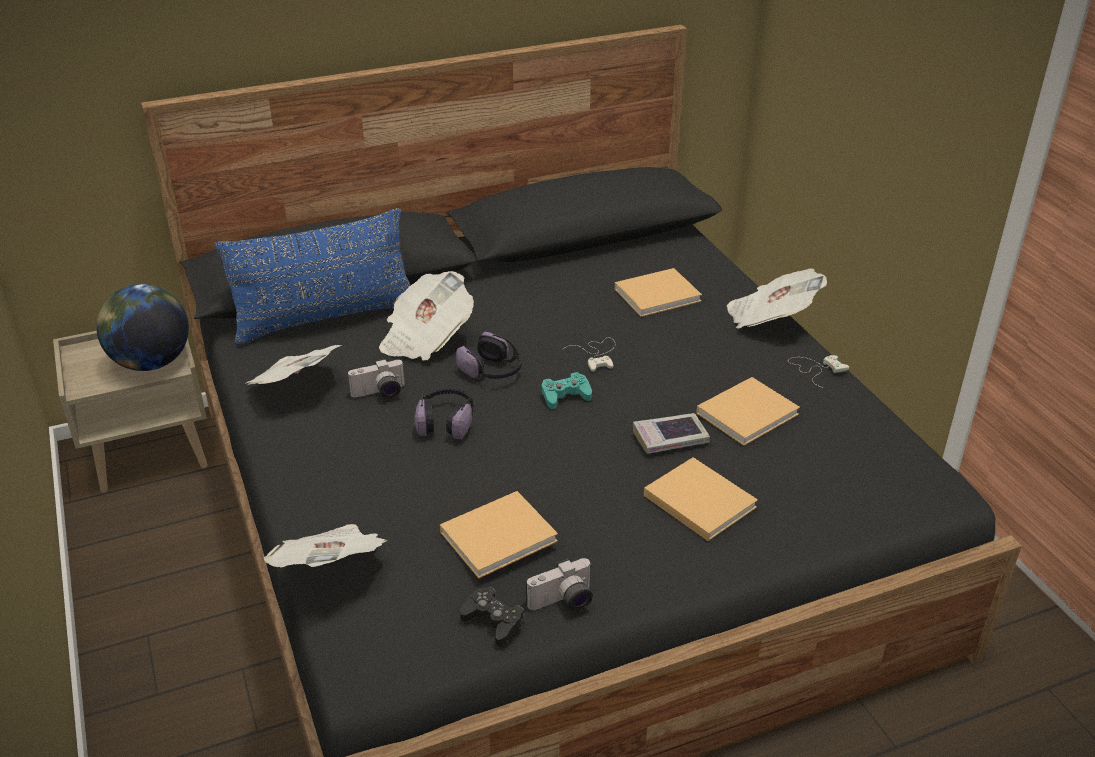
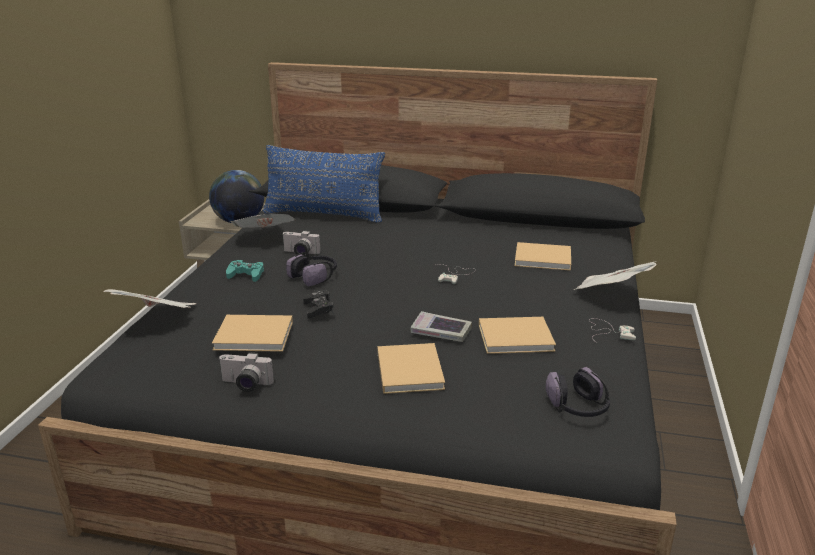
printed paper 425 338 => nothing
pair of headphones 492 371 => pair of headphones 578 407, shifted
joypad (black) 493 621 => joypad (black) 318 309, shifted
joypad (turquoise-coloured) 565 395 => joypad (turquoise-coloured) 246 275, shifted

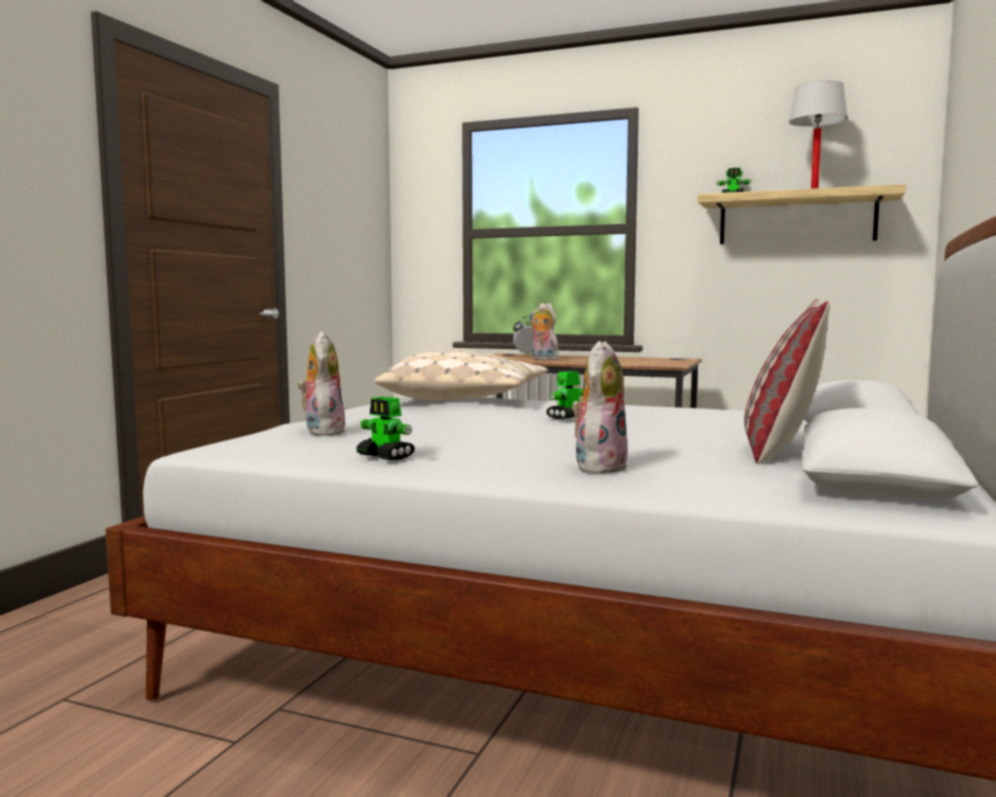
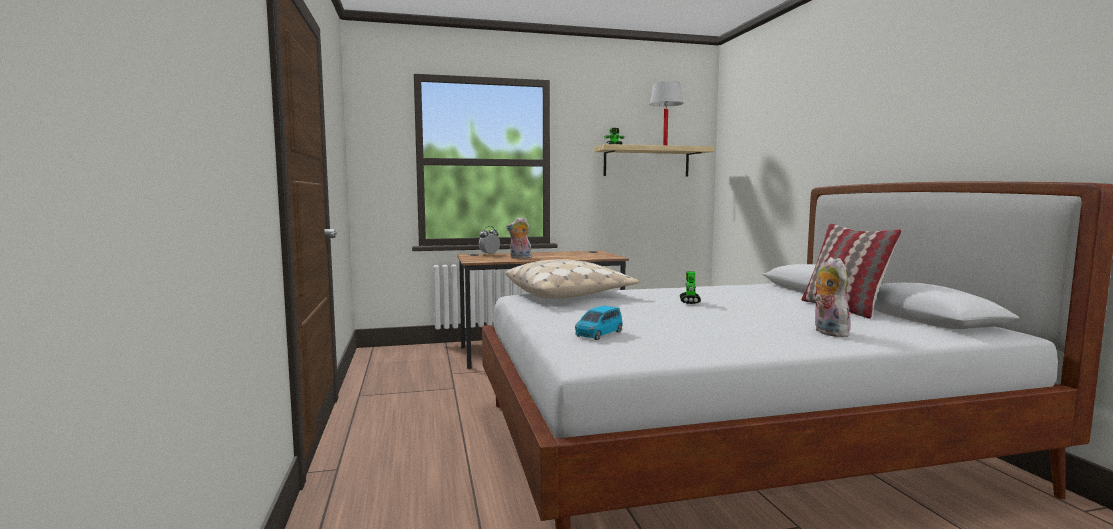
robot figure 386 457 => nothing
soft toy 322 431 => toy car (bluish) 599 334

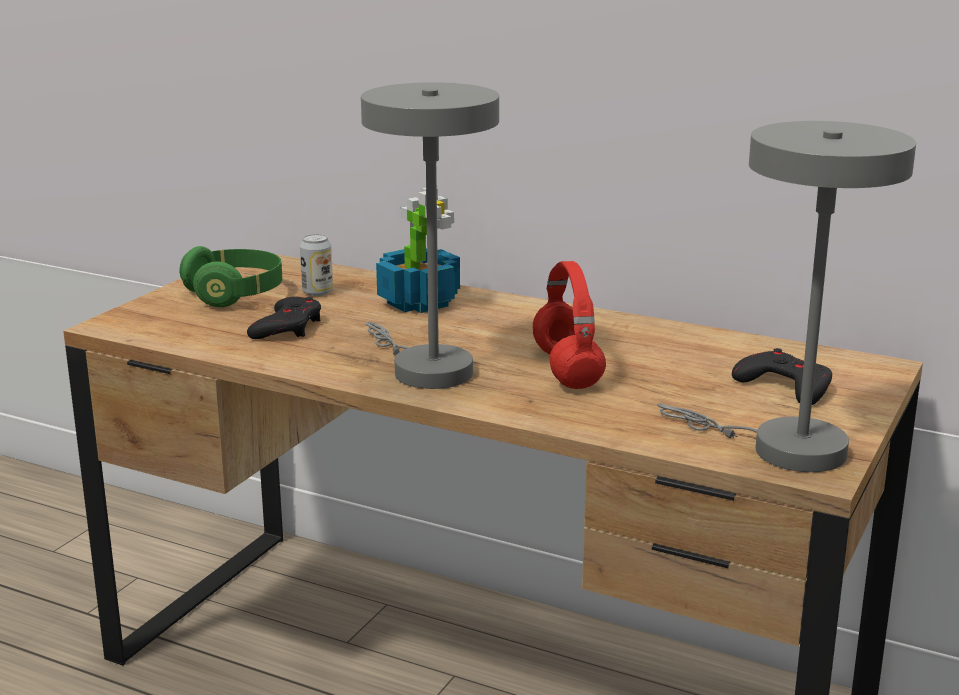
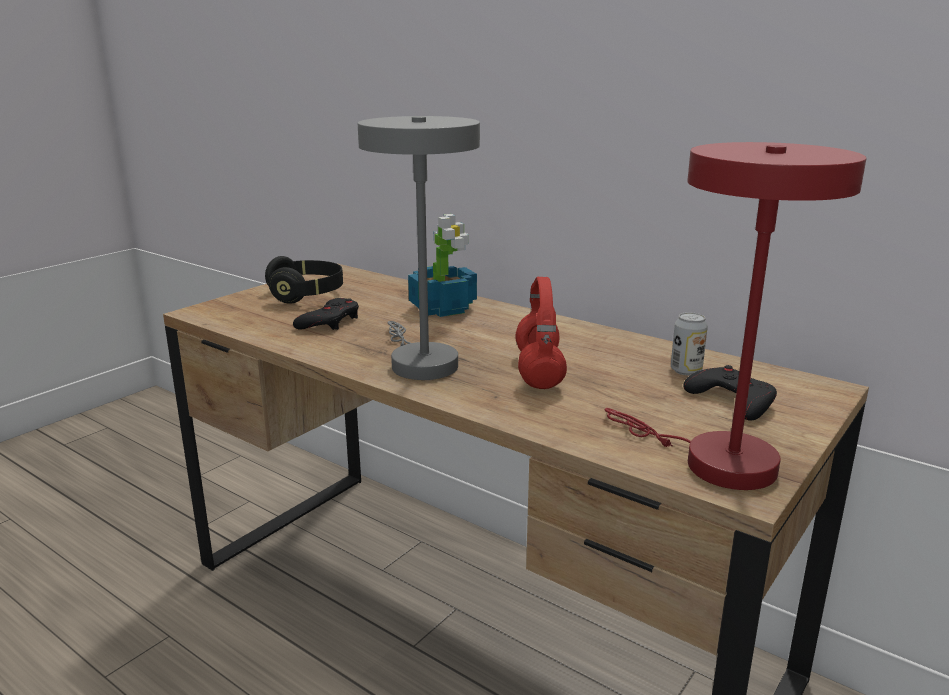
sealed can 317 292 => sealed can 686 370, shifted
pair of headphones (greenish) 235 294 => pair of headphones (black) 306 294
tabletop lamp (gray) 783 448 => tabletop lamp (reddish) 715 461

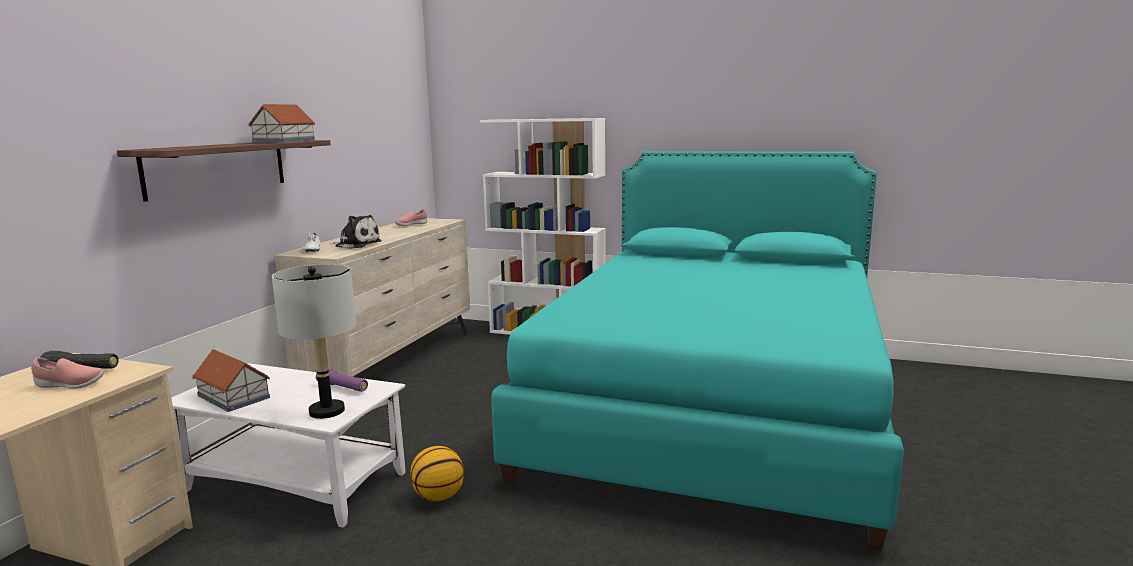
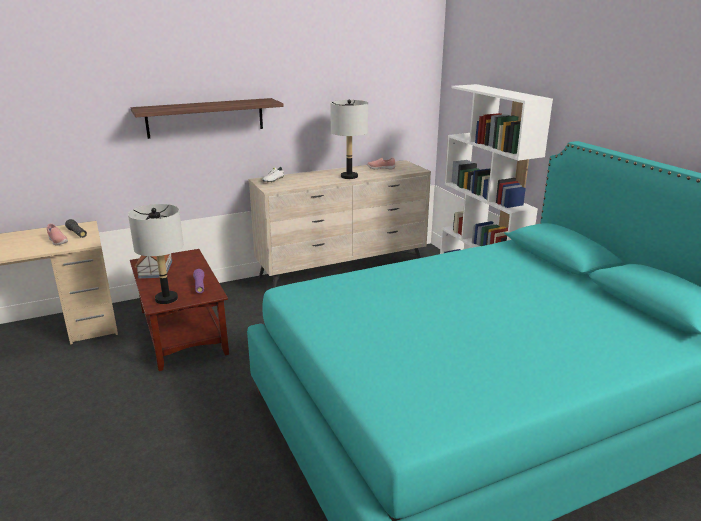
model house 283 141 => nothing
soft toy 356 245 => nothing
basketball 439 497 => nothing
nothing => tabletop lamp (gray) 349 176
lounge table (whitish) 294 482 => lounge table (brown) 182 331

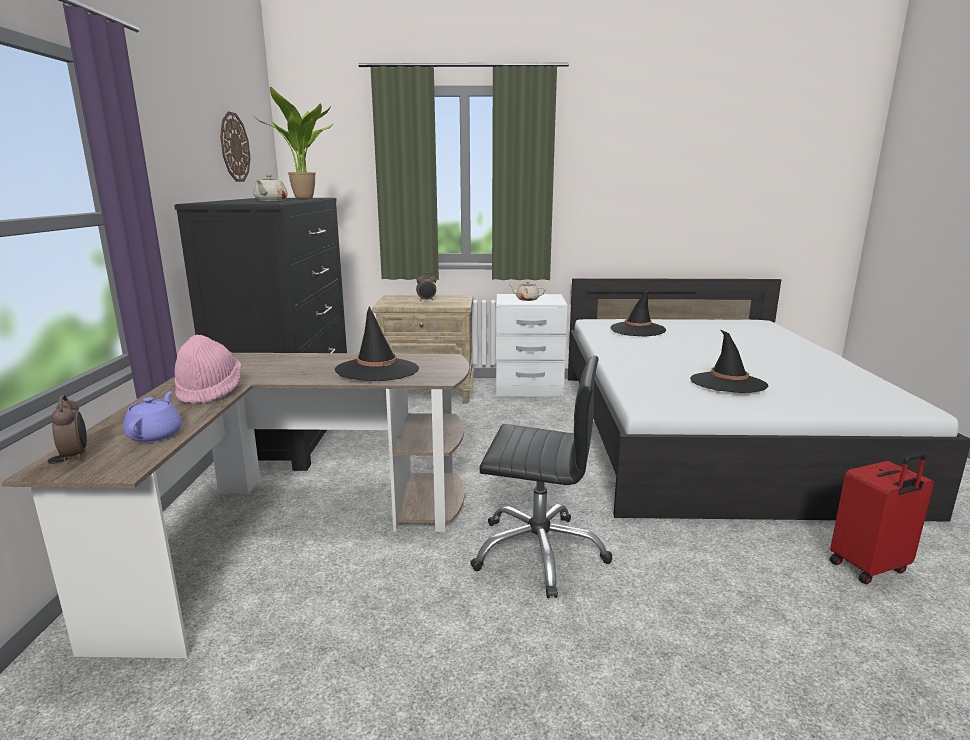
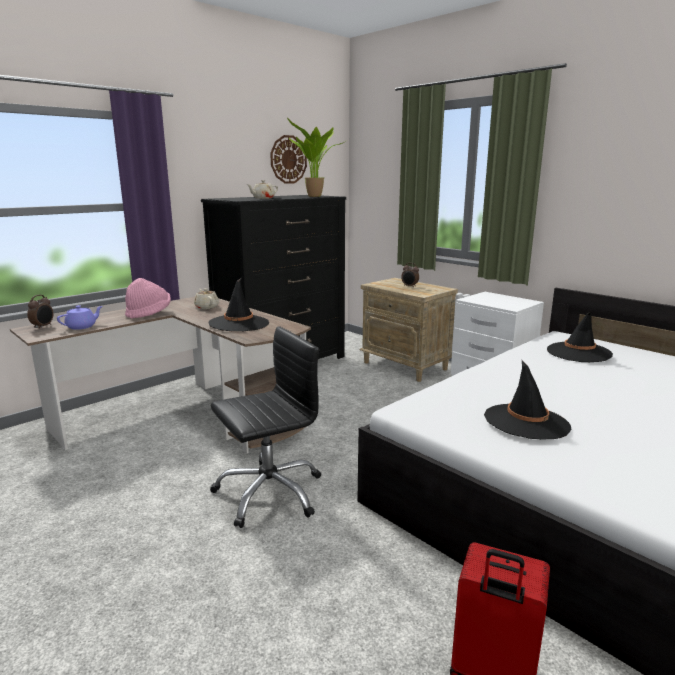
pot for tea (beige) 527 299 => pot for tea (beige) 206 307, shifted
computer chair (black) 539 552 => computer chair (black) 269 492, 90 degrees counterclockwise

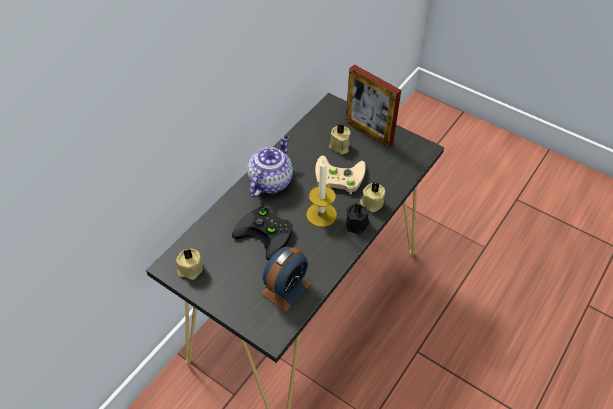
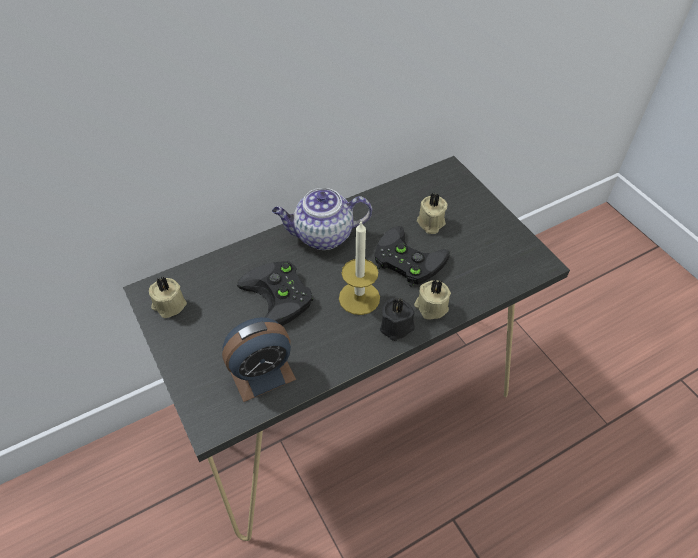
picture frame 369 132 => nothing
joypad (beige) 337 177 => joypad (black) 405 260
pot for tea 270 181 => pot for tea 322 236, 150 degrees counterclockwise

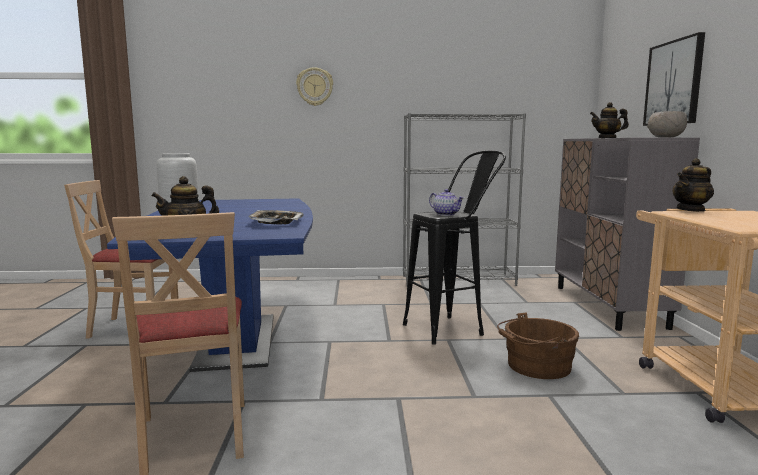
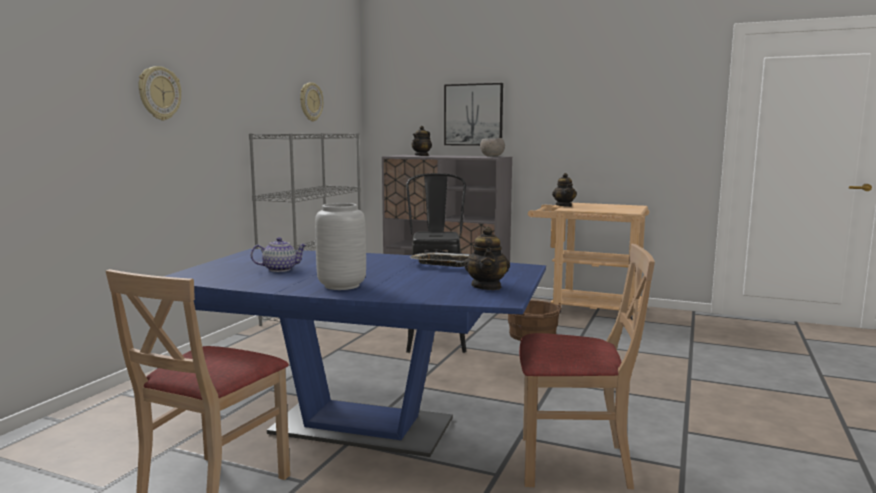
nothing => clock on the wall 310 102
pot for tea 446 214 => pot for tea 280 269, shifted

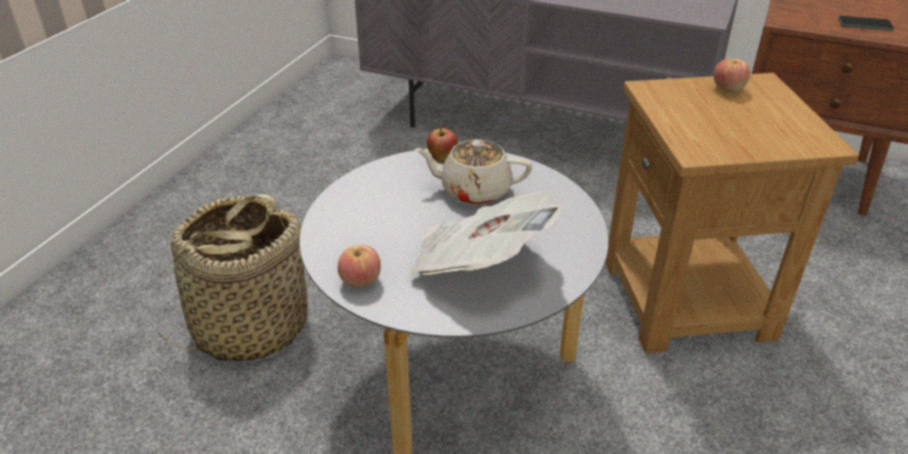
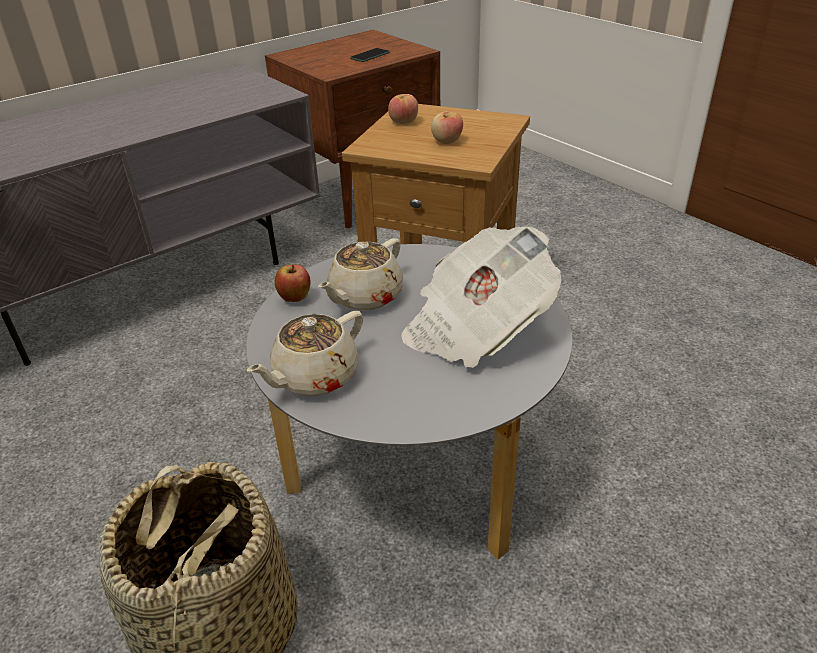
nothing => pot for tea (beige) 314 377
apple fruit 360 280 => apple fruit 446 141, shifted

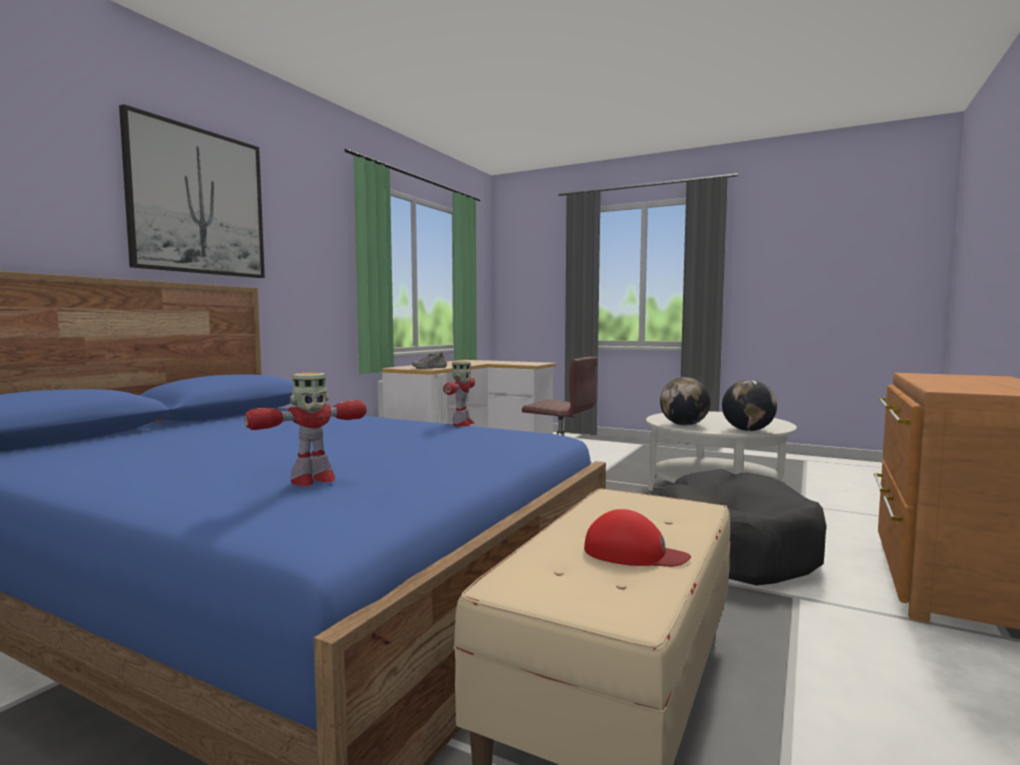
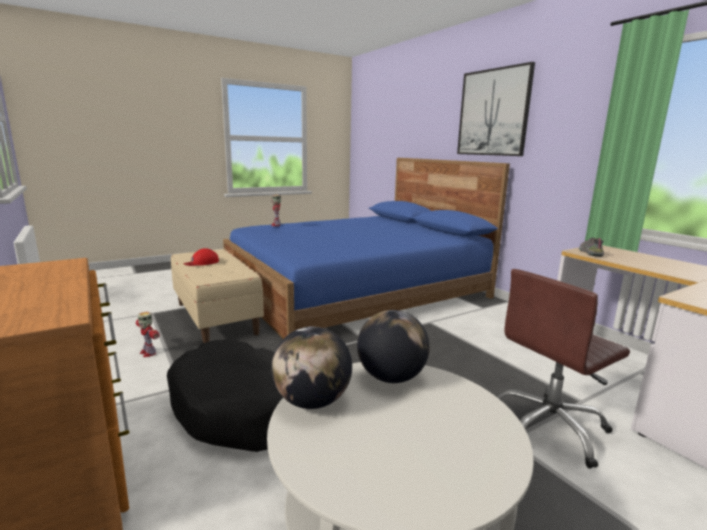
robot figure 462 424 => robot figure 148 353, shifted

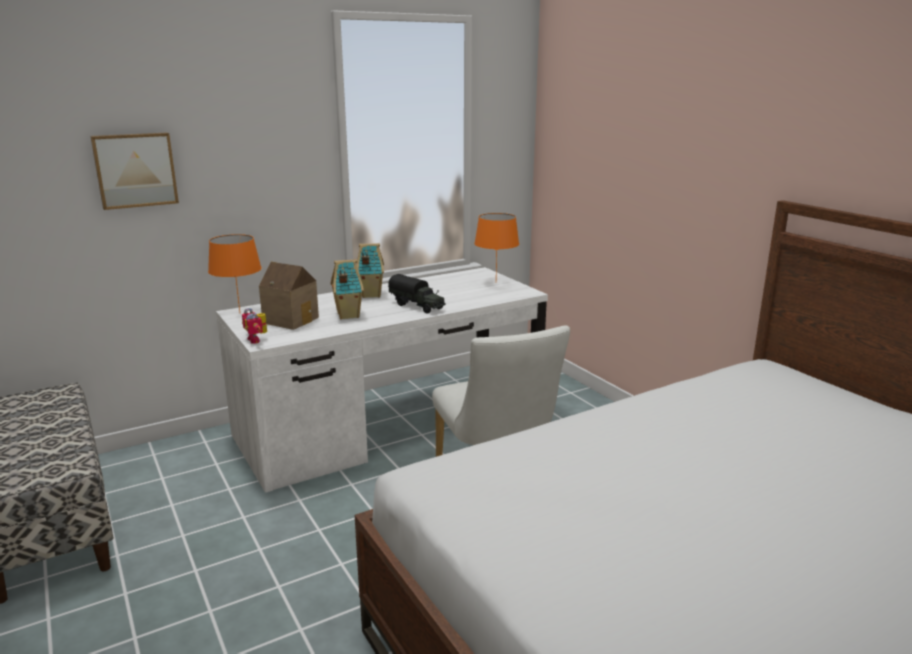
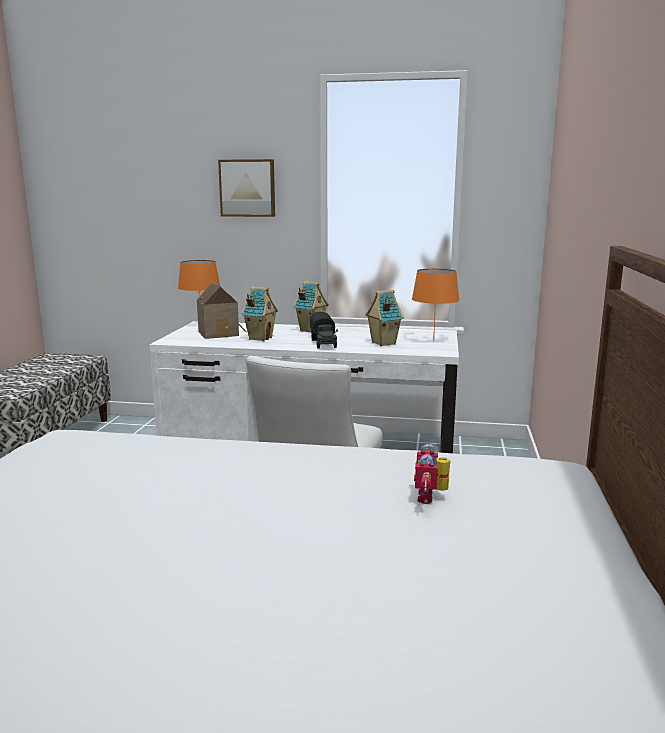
nothing => model house 382 343
wall art 135 170 => wall art 247 188, shifted
robot figure 257 339 => robot figure 431 497, shifted

